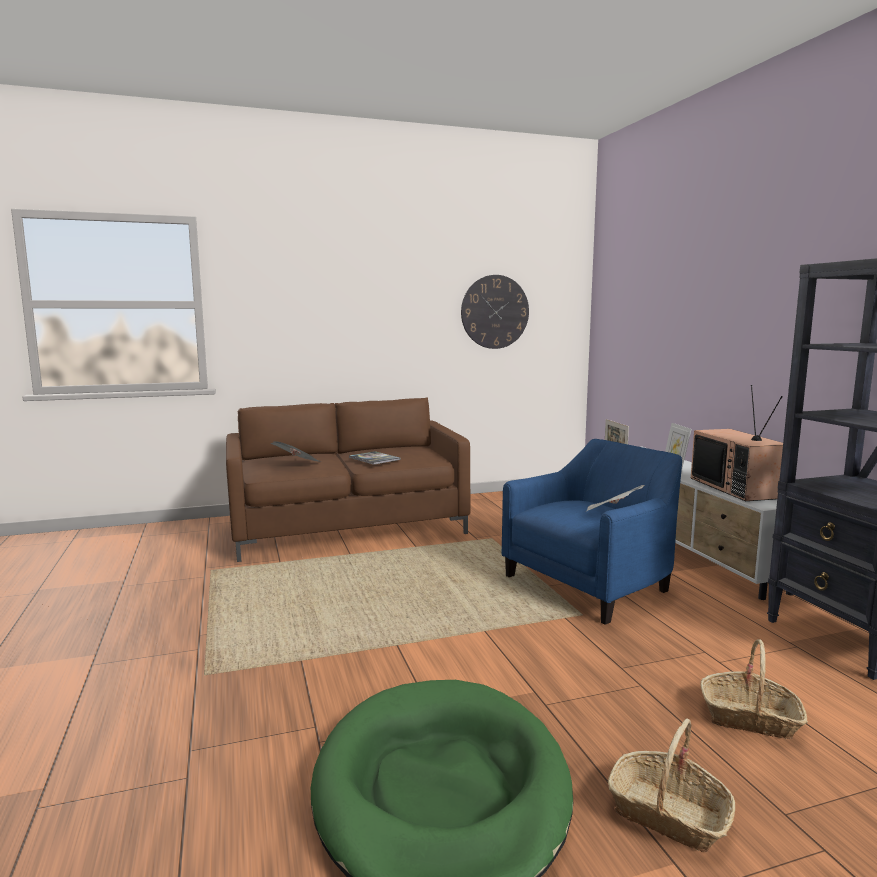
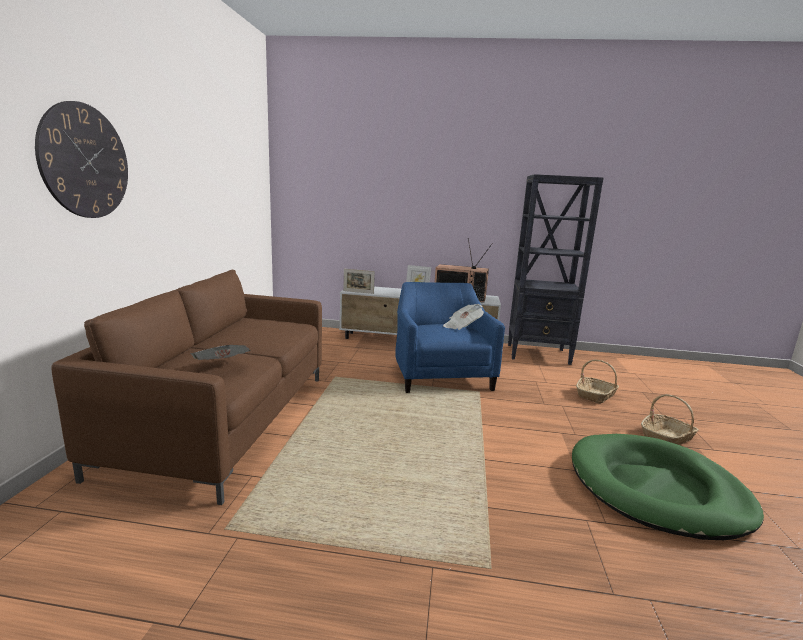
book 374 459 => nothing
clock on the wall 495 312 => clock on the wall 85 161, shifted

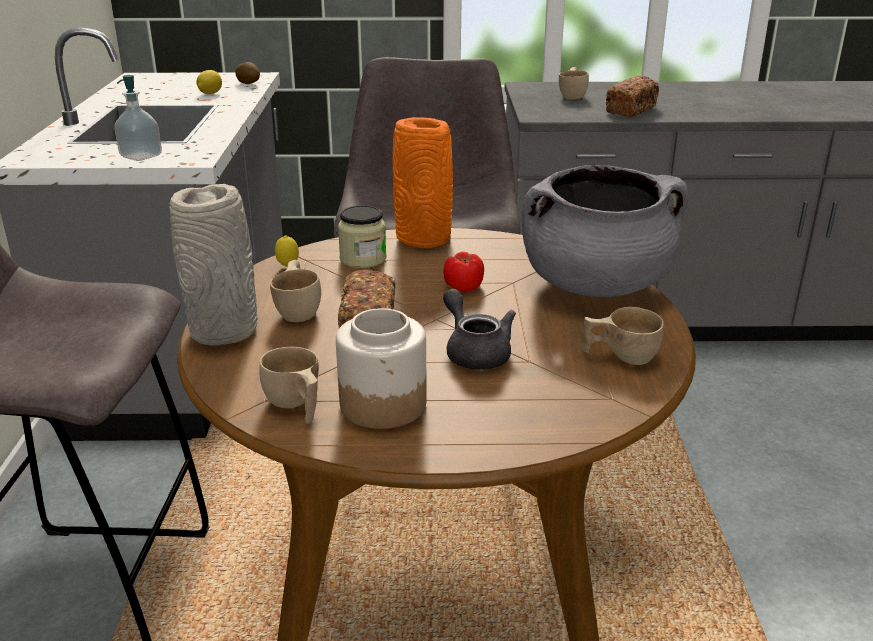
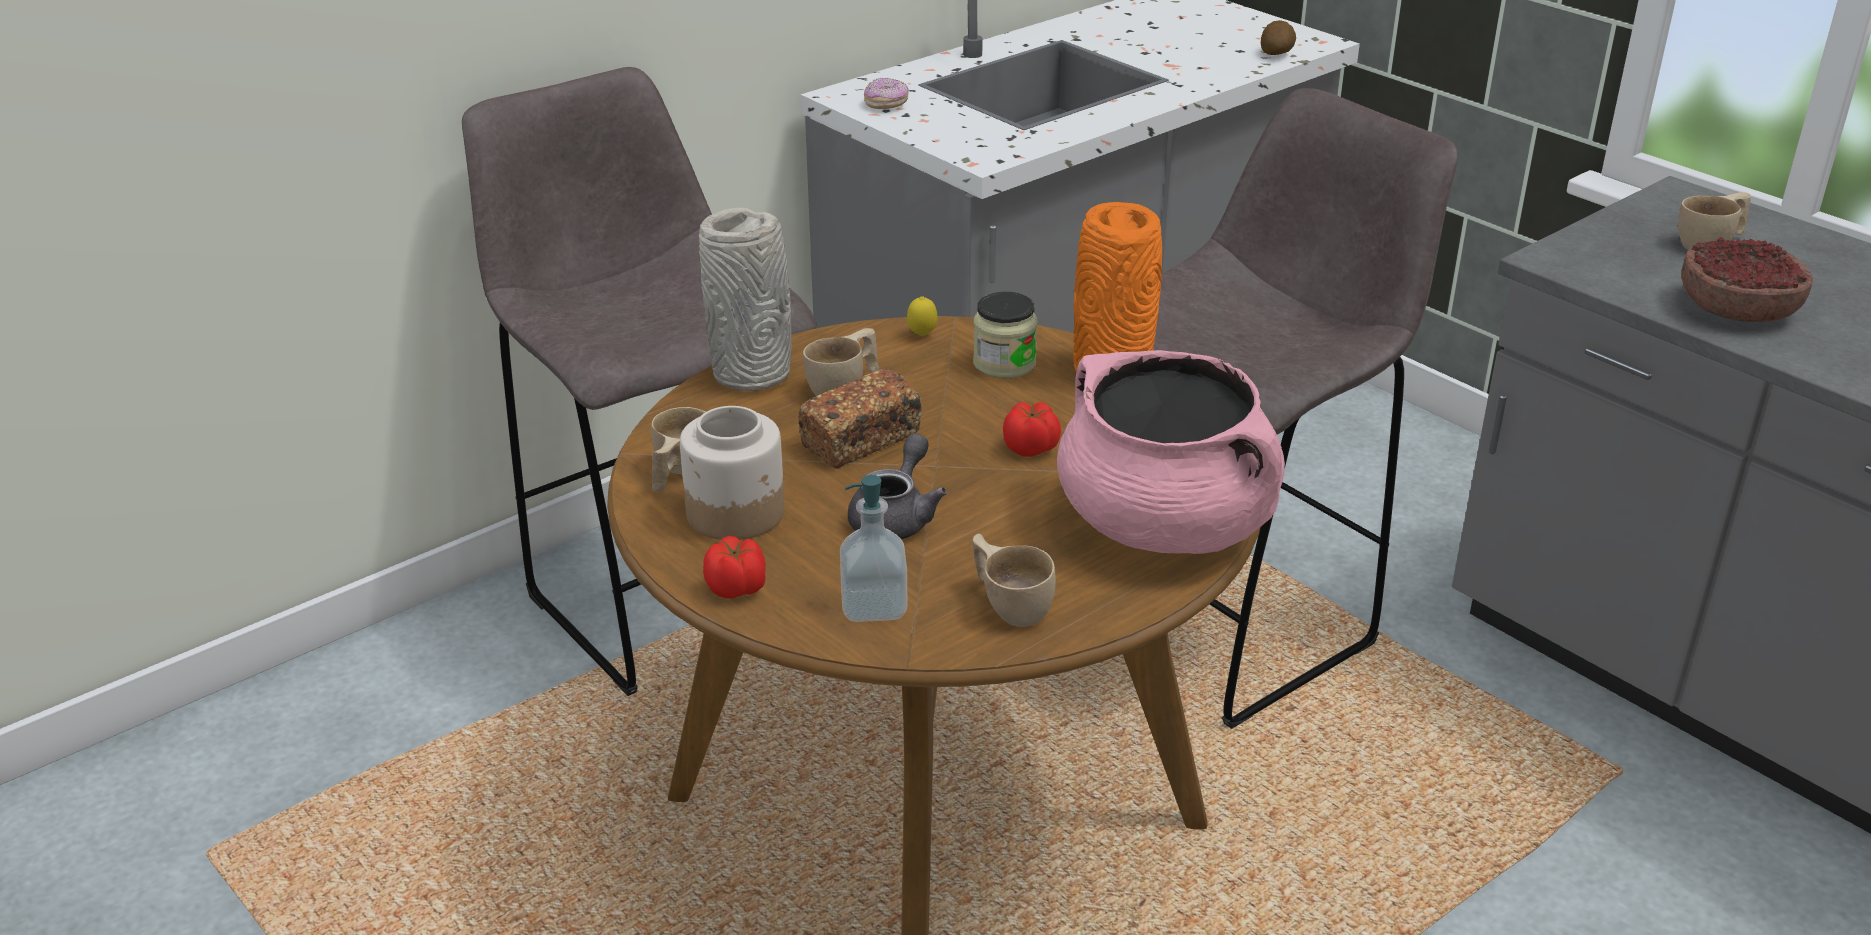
citrus fruit 210 93 => nothing
nothing => whole tomato 737 589
nothing => donut 886 104
liquid soap bottle 141 156 => liquid soap bottle 874 606, shifted
bakery bread 631 110 => bowl 1736 308
stockpot (gray) 596 285 => stockpot (pink-coloured) 1166 526

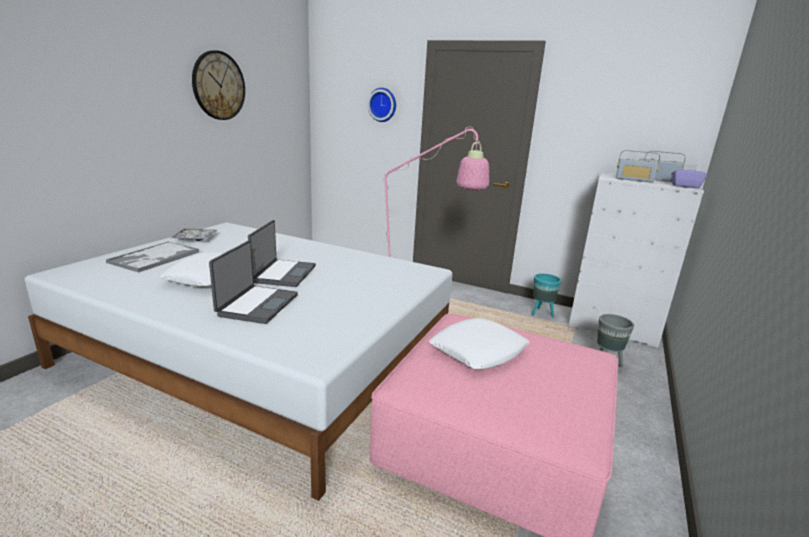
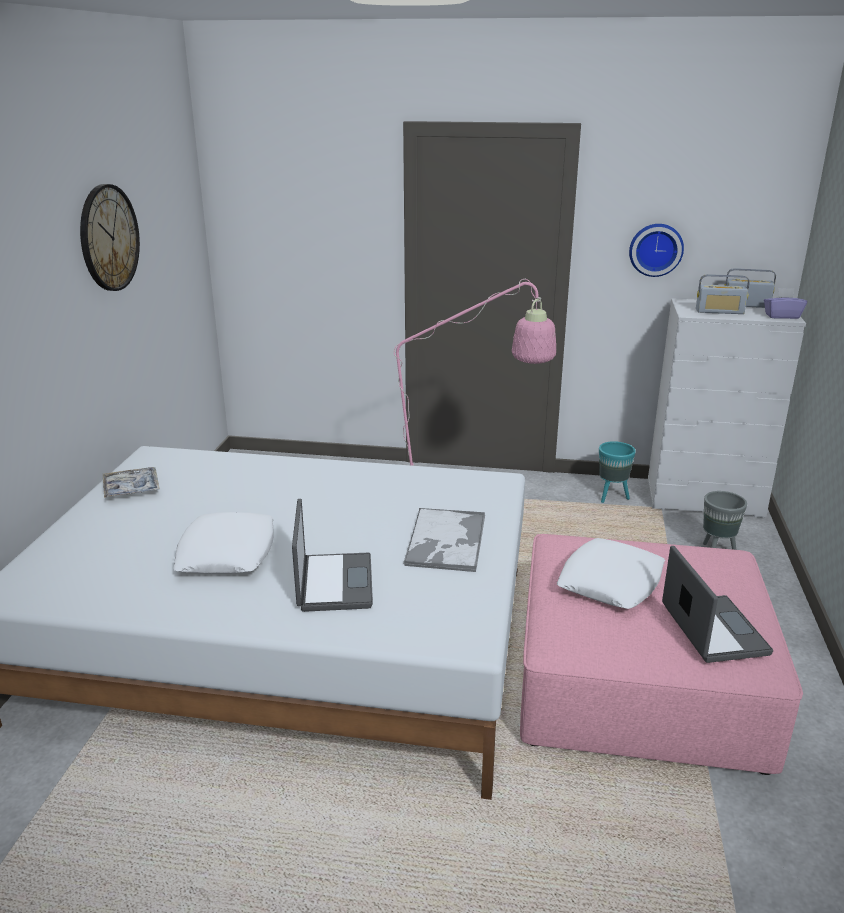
tray 154 257 => tray 446 541, shifted
laptop 283 274 => laptop 712 630, shifted
clock on the wall 383 105 => clock on the wall 655 249, shifted

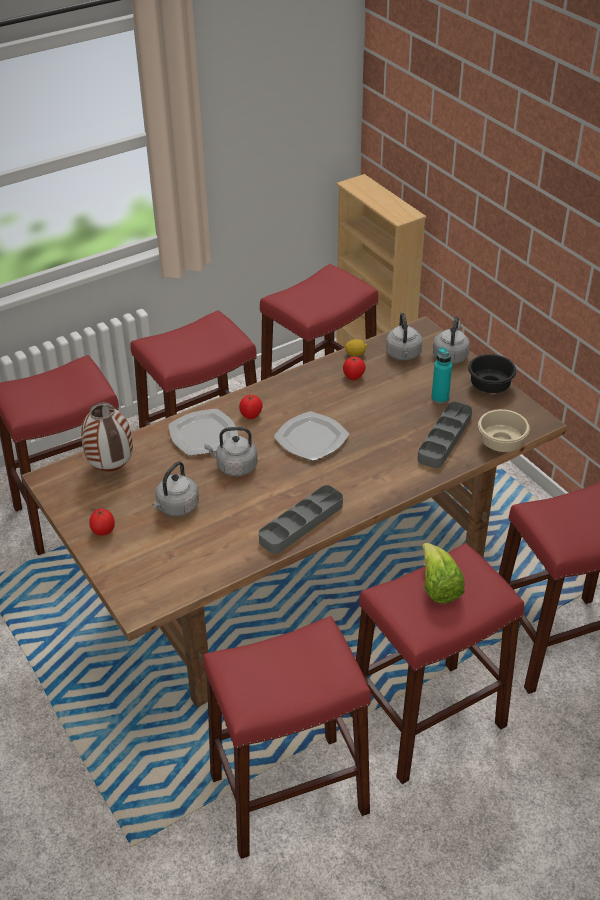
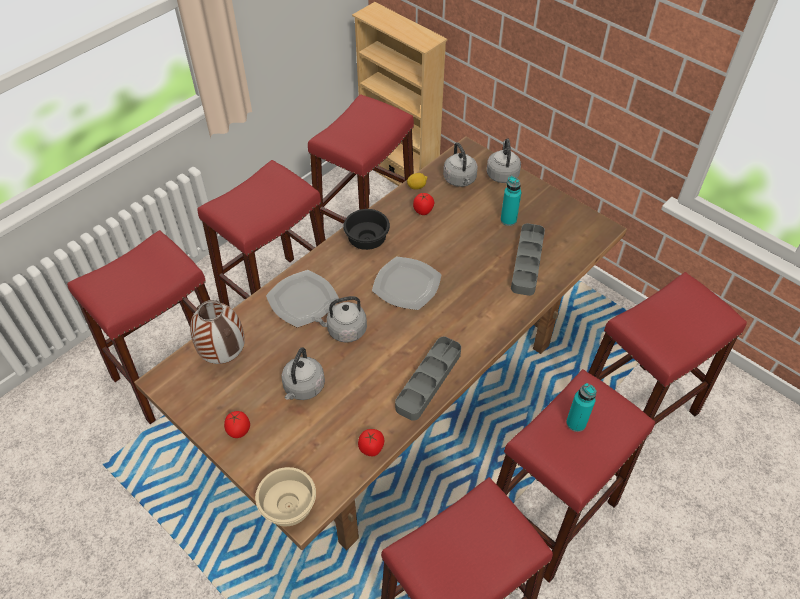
whole tomato 251 415 => whole tomato 371 448, shifted
bowl (black) 491 387 => bowl (black) 368 241, shifted
bowl (beige) 502 444 => bowl (beige) 289 508, shifted
lettuce head 438 587 => drink bottle (turquoise-coloured) 576 423

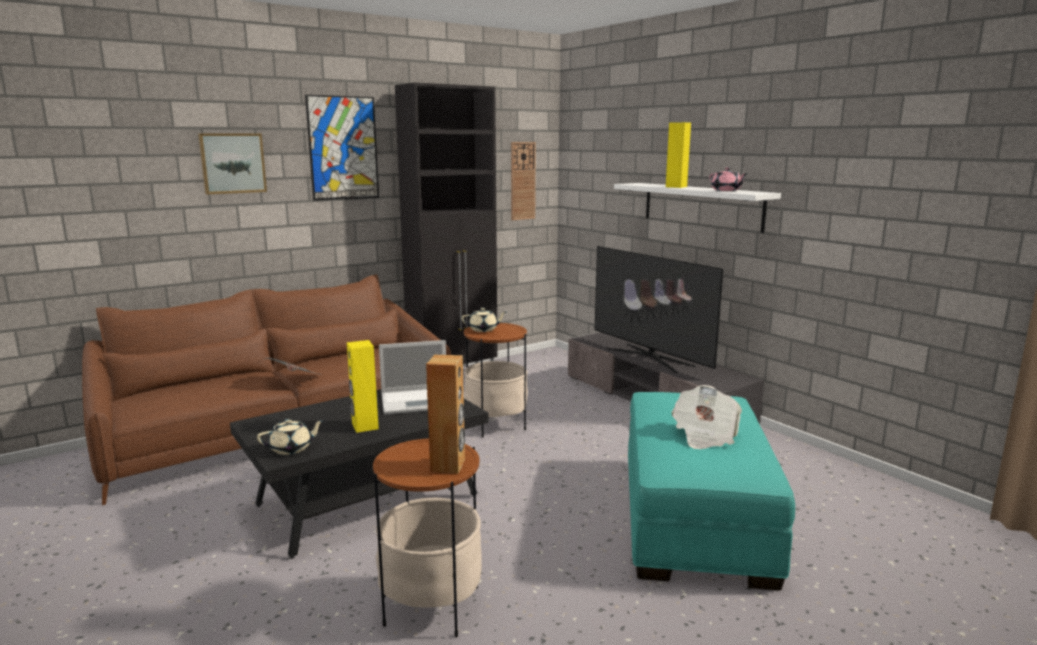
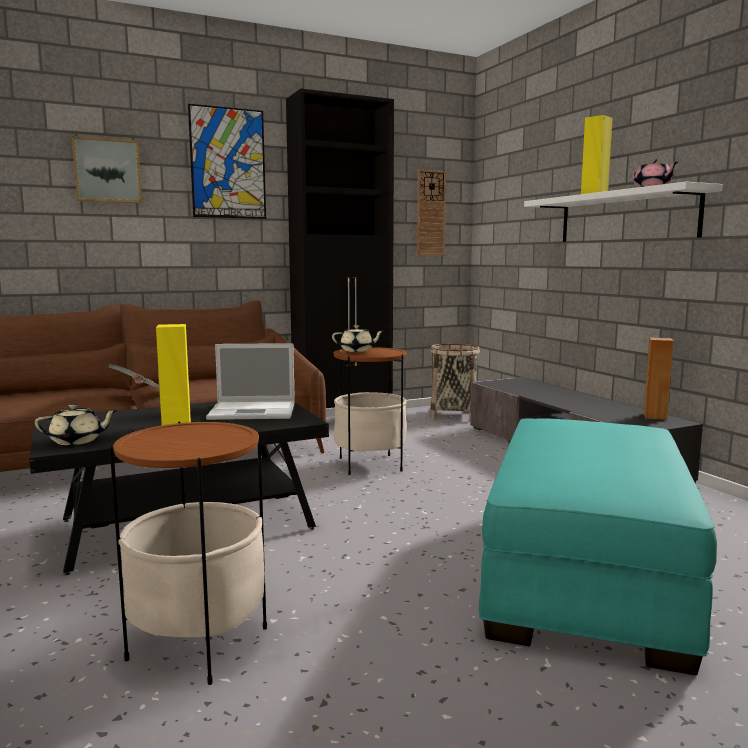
television 650 357 => nothing
printed paper 704 435 => nothing
nothing => storage basket 453 415
speaker (brown) 448 465 => speaker (brown) 655 416, shifted

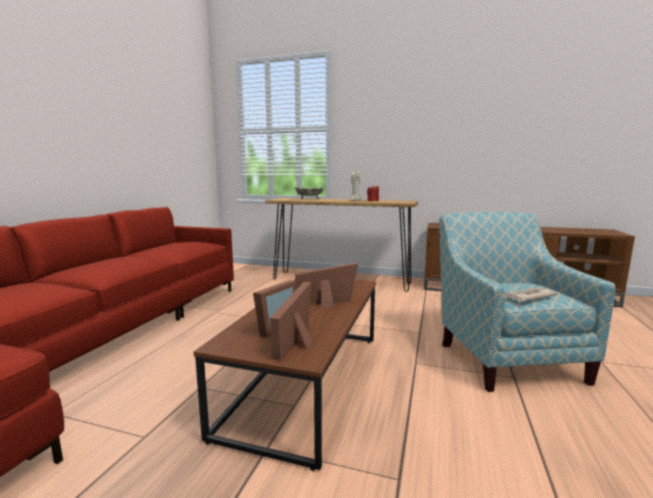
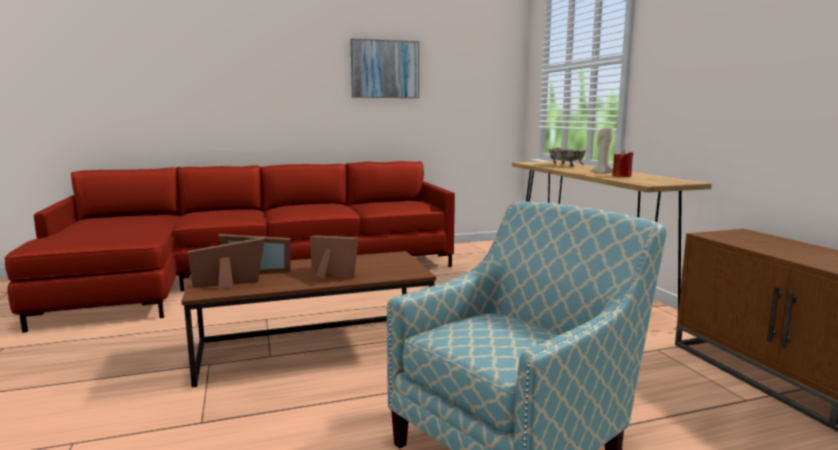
printed paper 528 297 => nothing
nothing => wall art 385 69

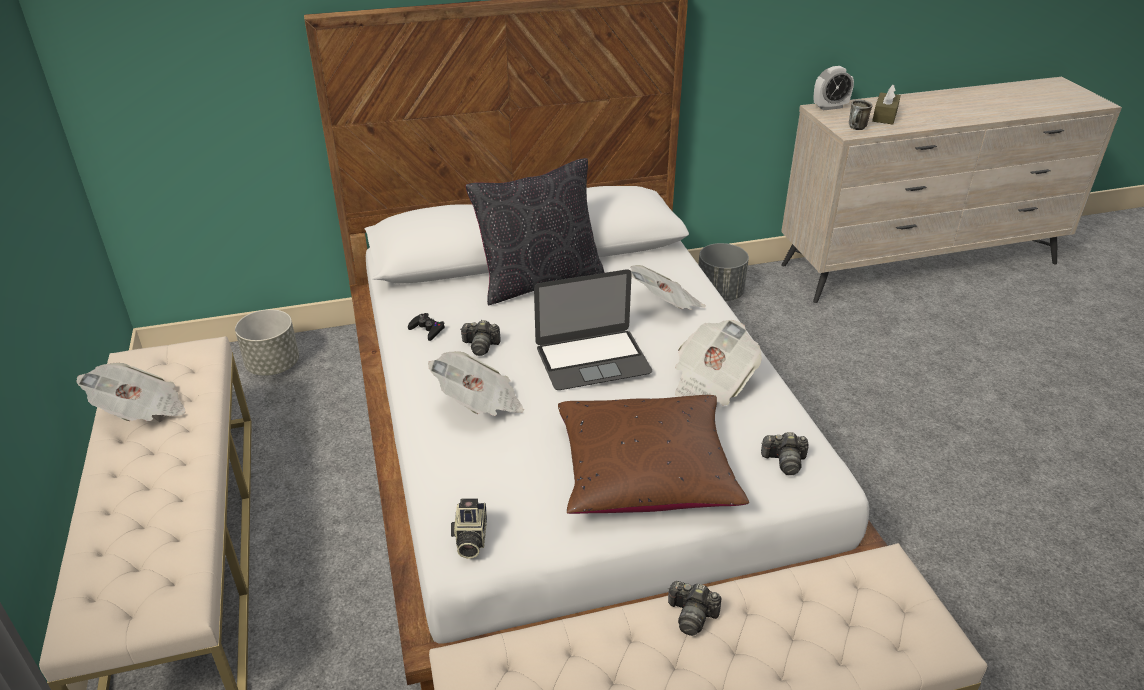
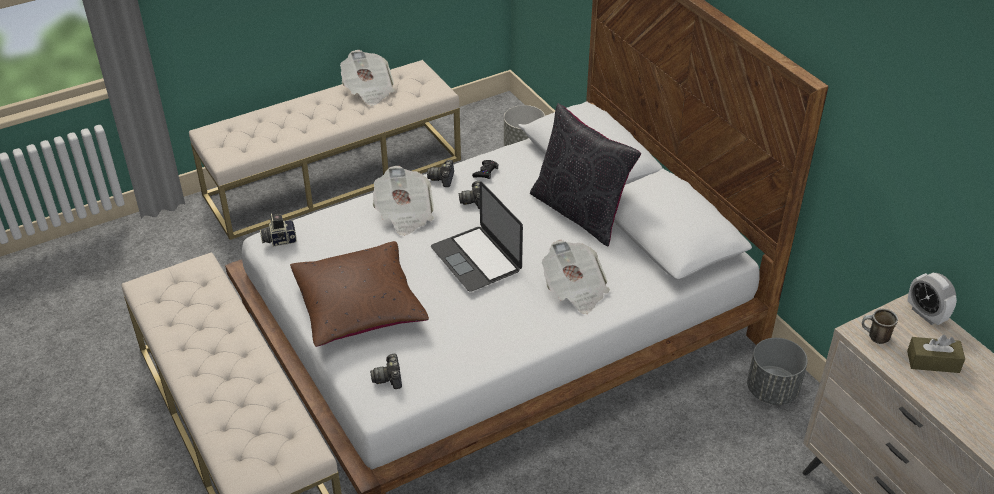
printed paper 711 382 => nothing
still camera 691 615 => still camera 442 179, shifted

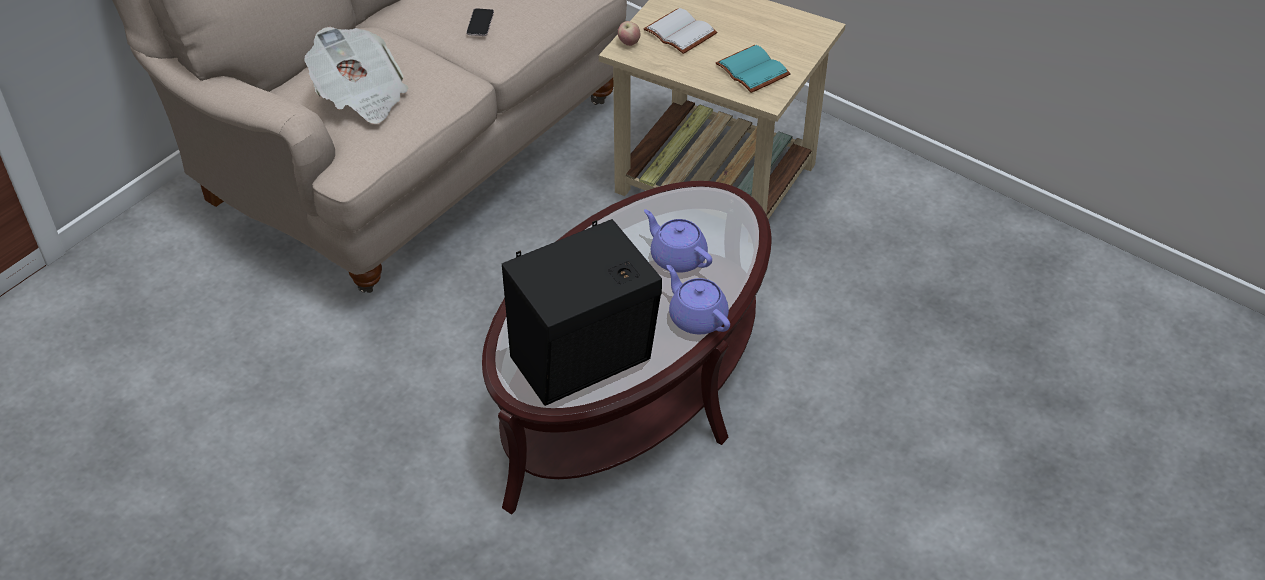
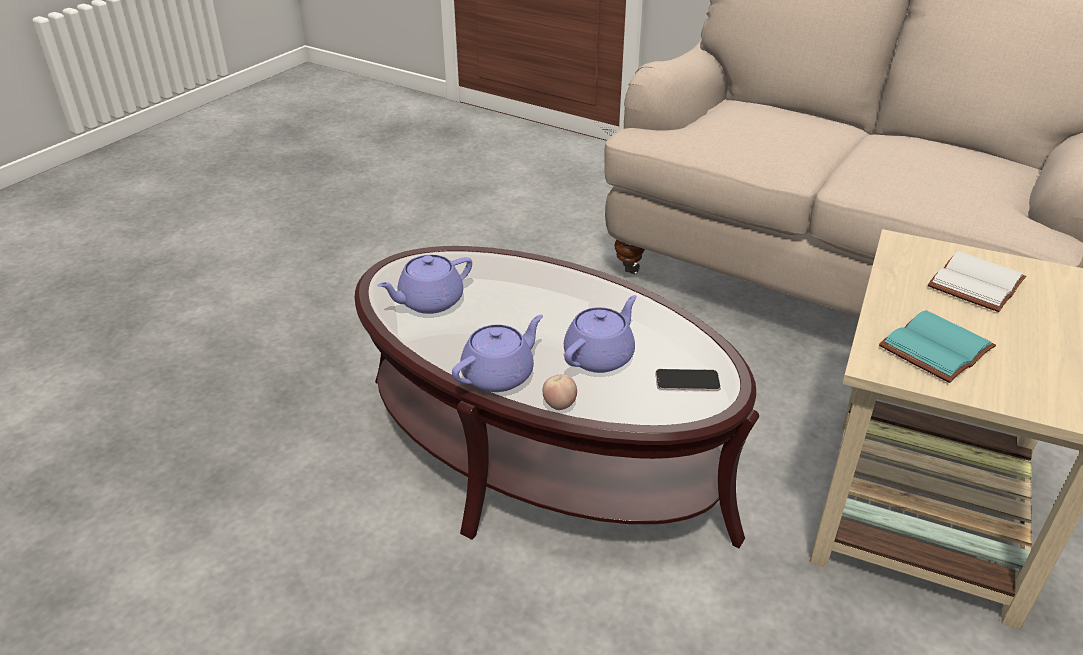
printed paper 360 95 => nothing
telephone 480 23 => telephone 687 381, shifted
apple fruit 629 43 => apple fruit 559 405, shifted
speaker (black) 586 361 => pot for tea (purple-coloured) 429 301

